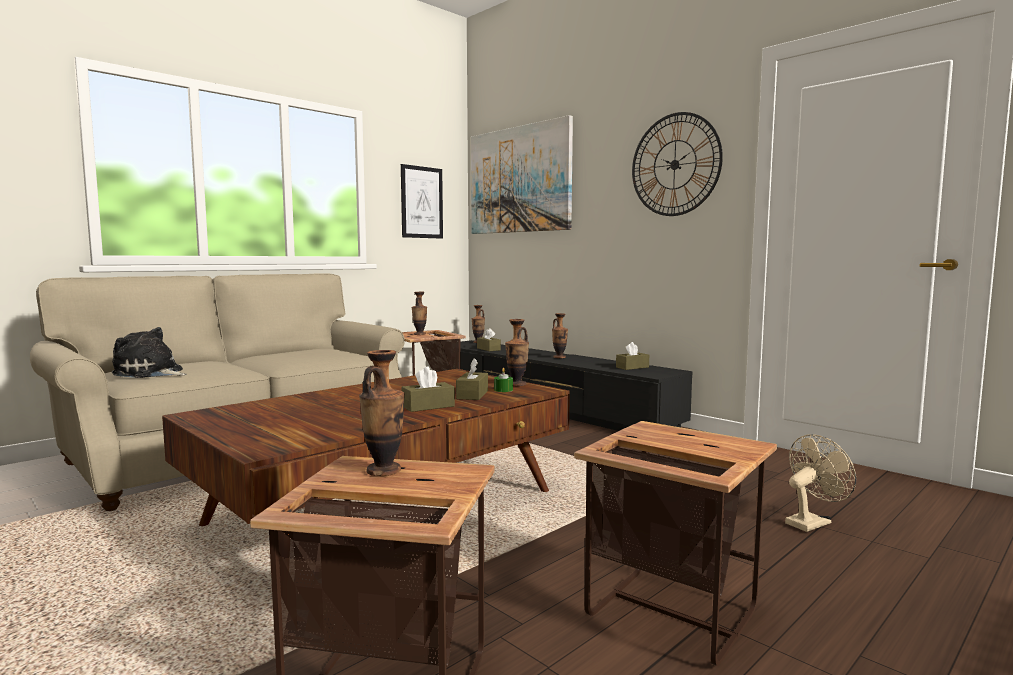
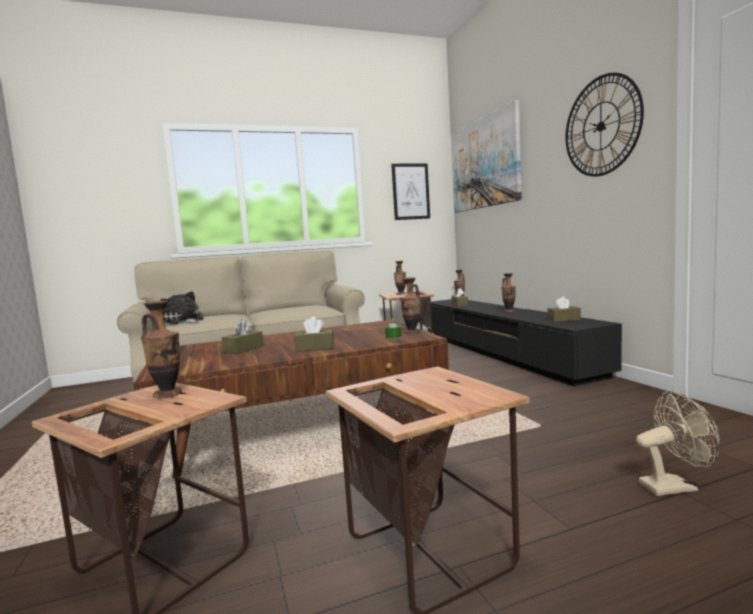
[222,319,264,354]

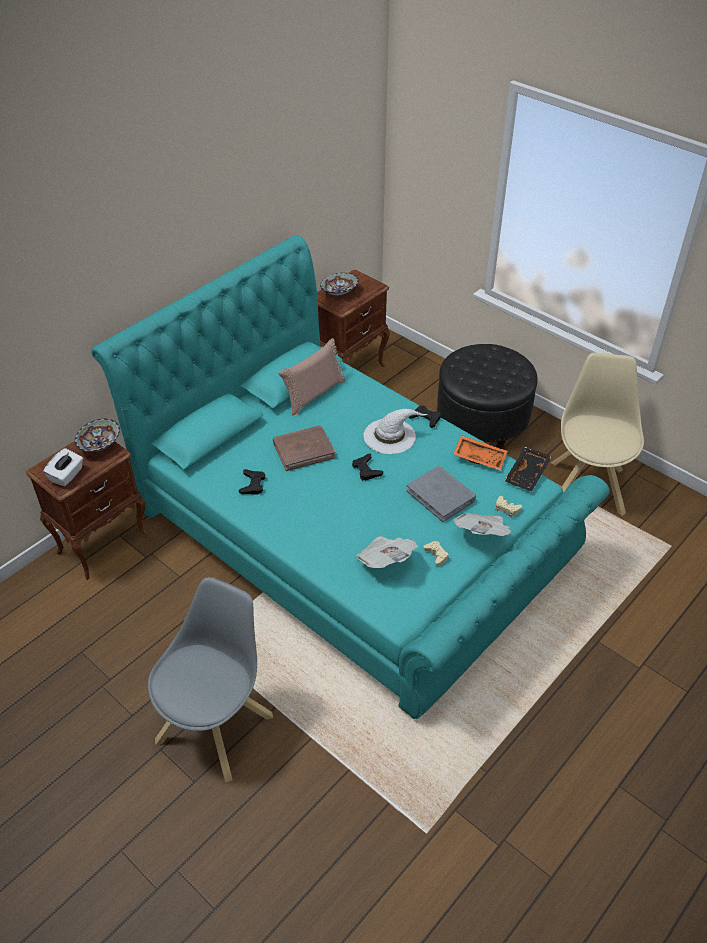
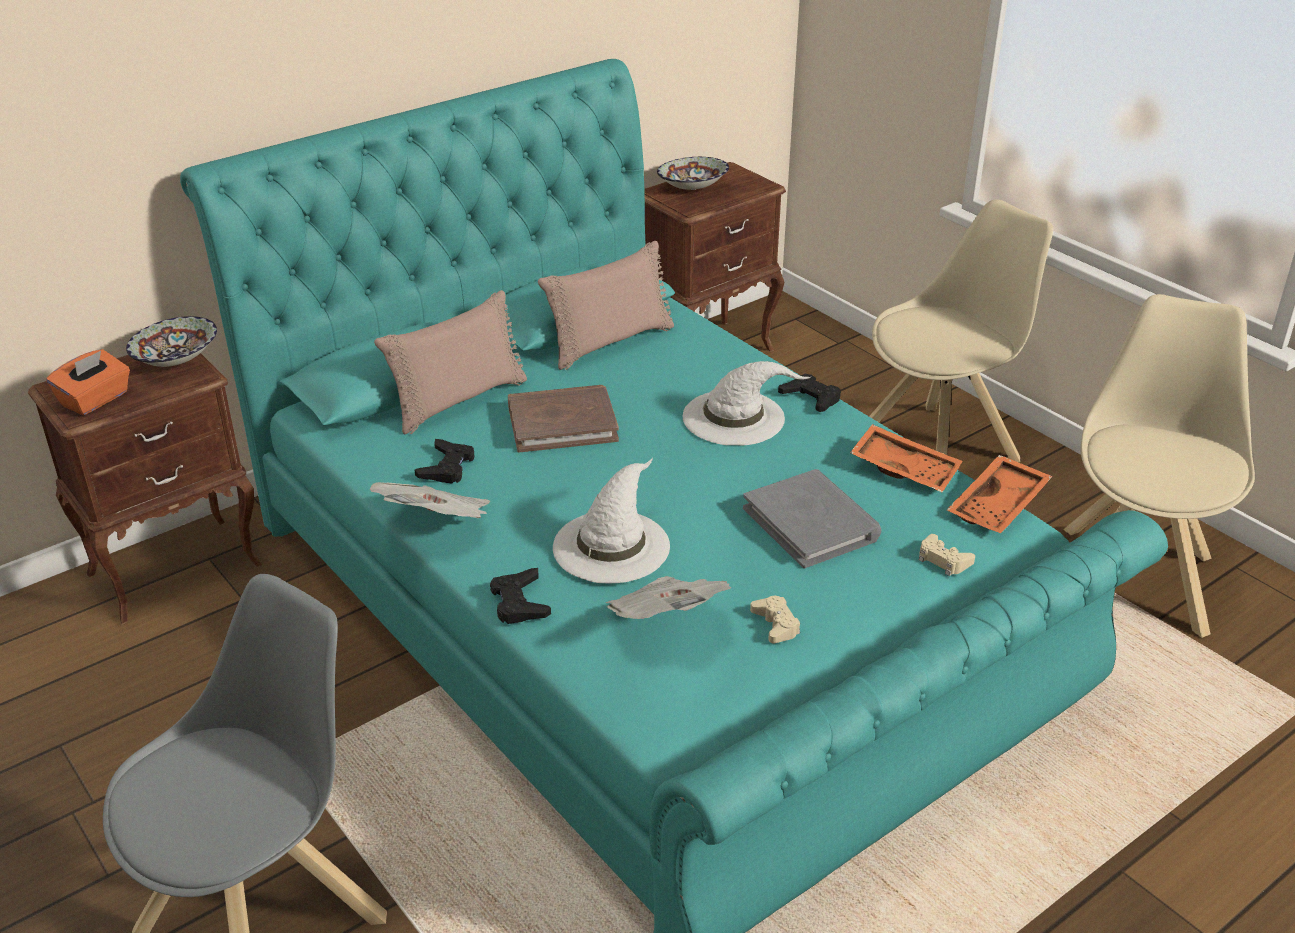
[46,349,130,415]
[490,568,551,624]
[869,199,1053,462]
[370,482,490,518]
[946,455,1053,533]
[374,290,527,434]
[553,458,670,584]

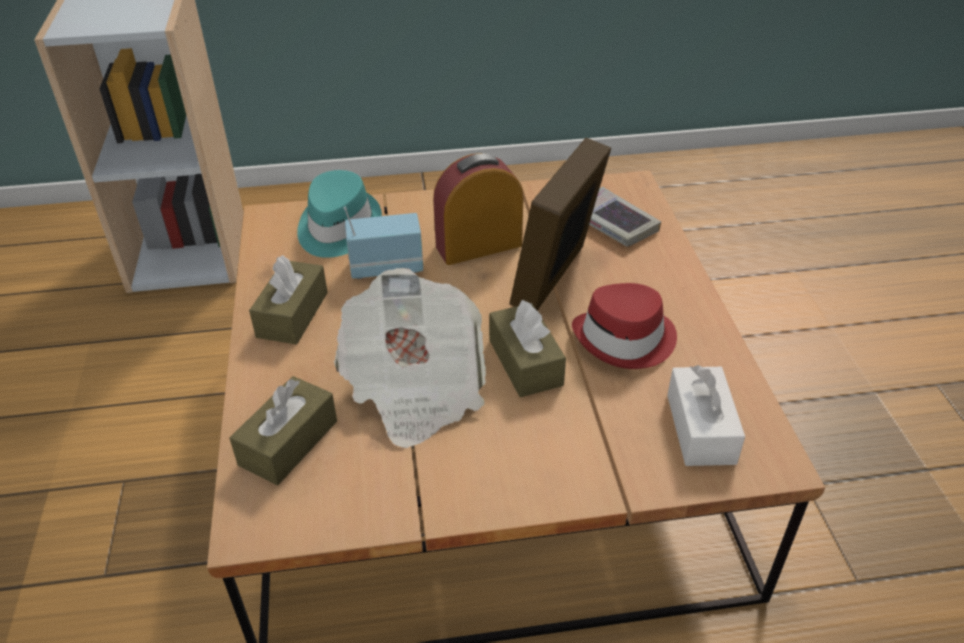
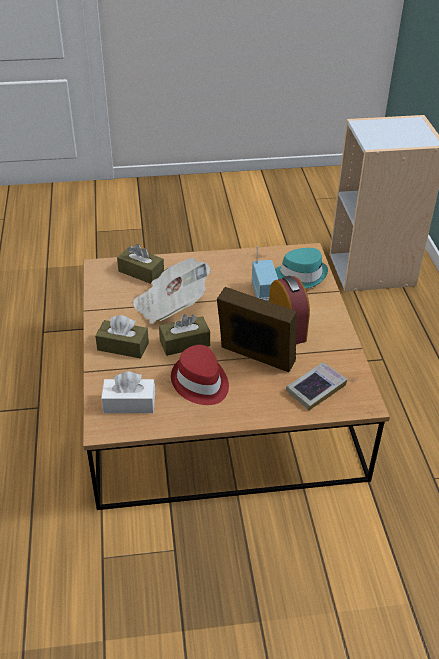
[95,315,149,359]

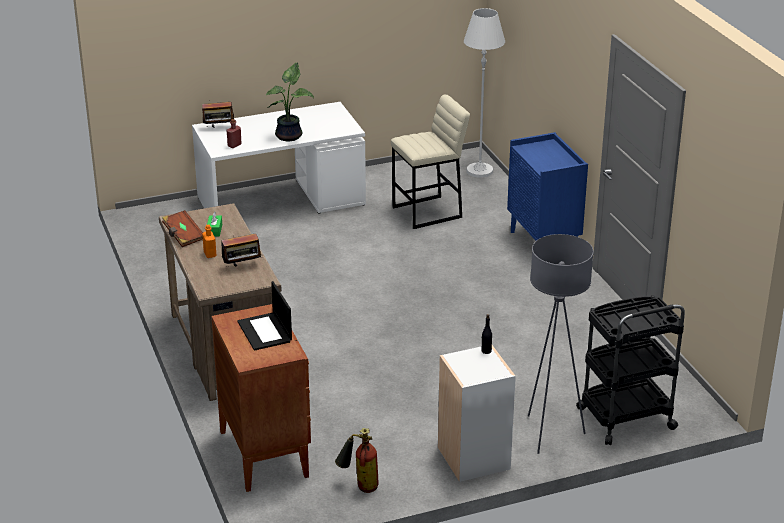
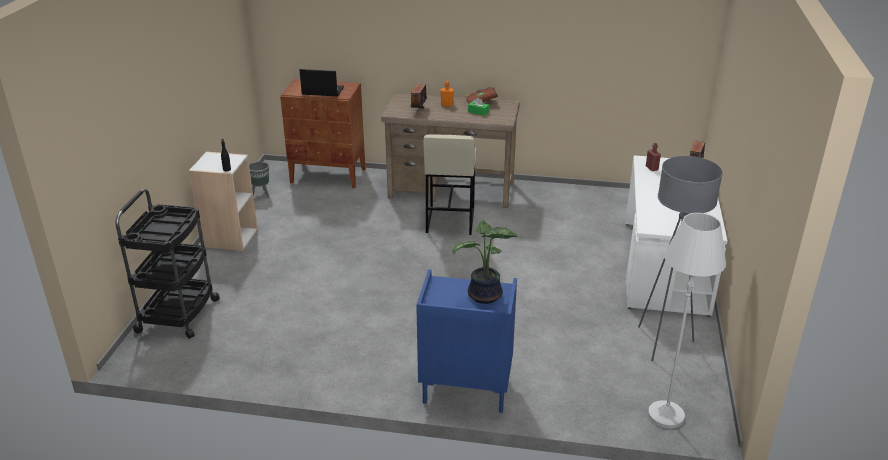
[452,221,519,304]
[249,162,269,198]
[423,135,476,235]
[638,156,723,361]

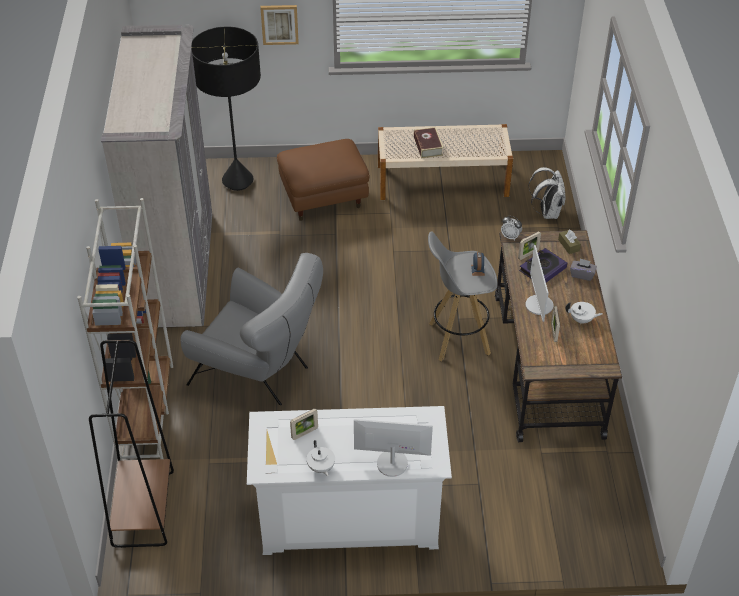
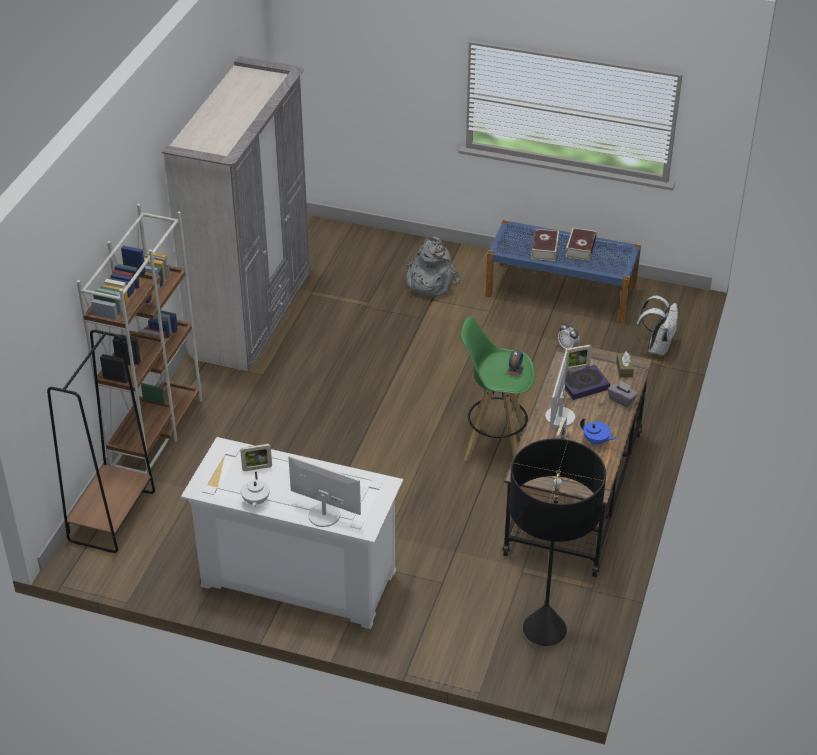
[180,253,323,405] (first image)
[509,438,606,646]
[260,5,299,45] (first image)
[405,237,460,297]
[485,220,641,324]
[461,316,535,462]
[580,418,617,445]
[566,228,597,261]

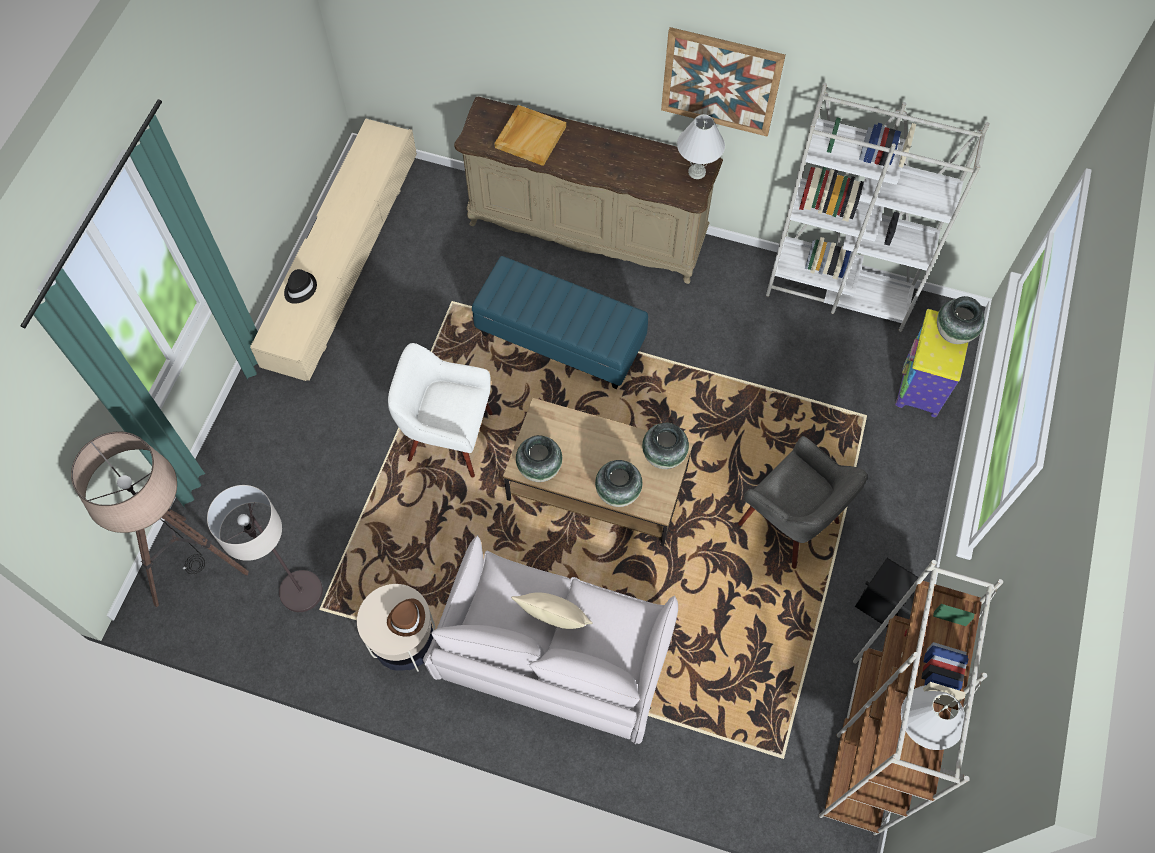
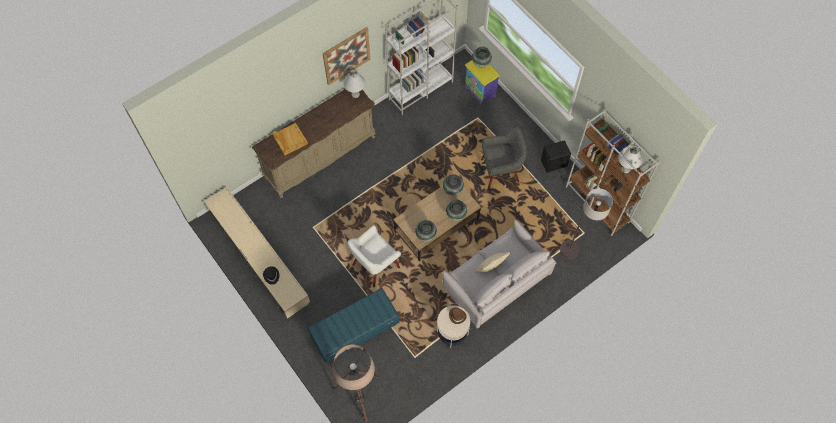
[560,188,613,259]
[308,288,400,363]

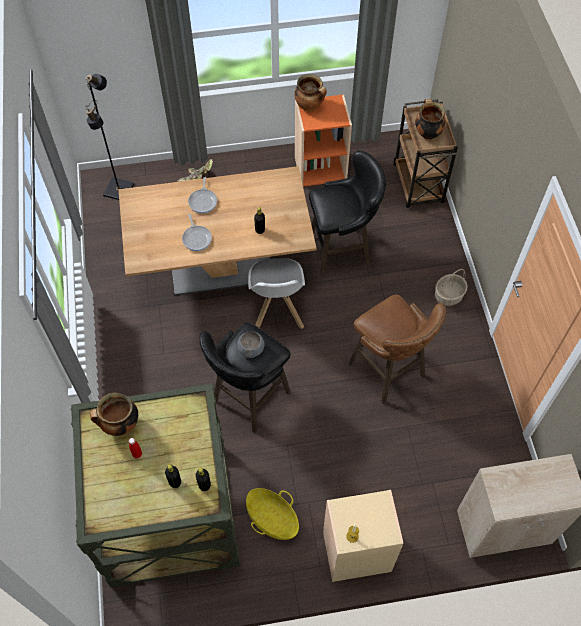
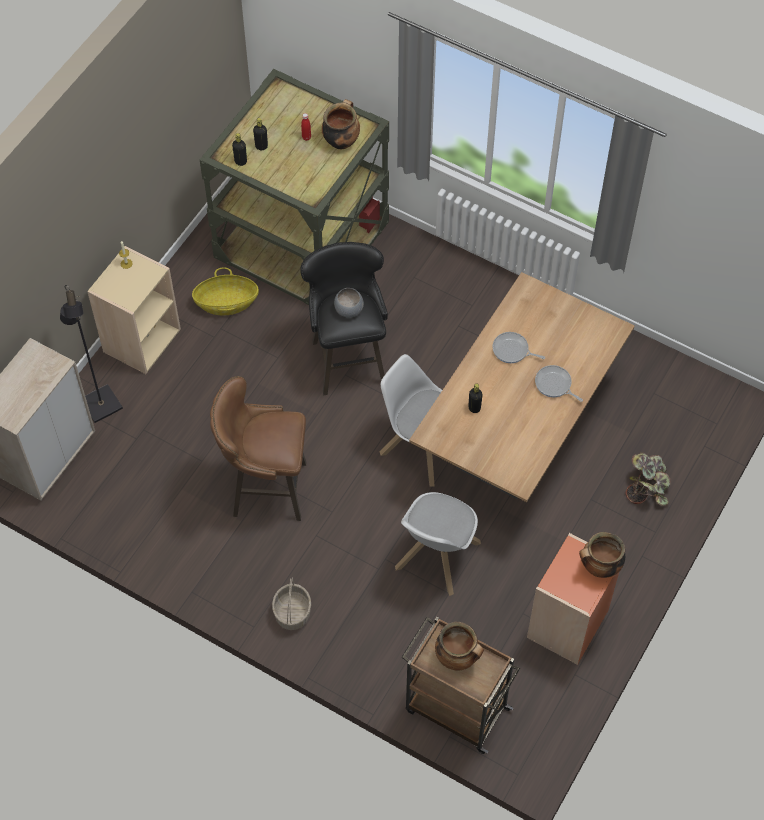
[60,285,123,423]
[395,492,481,596]

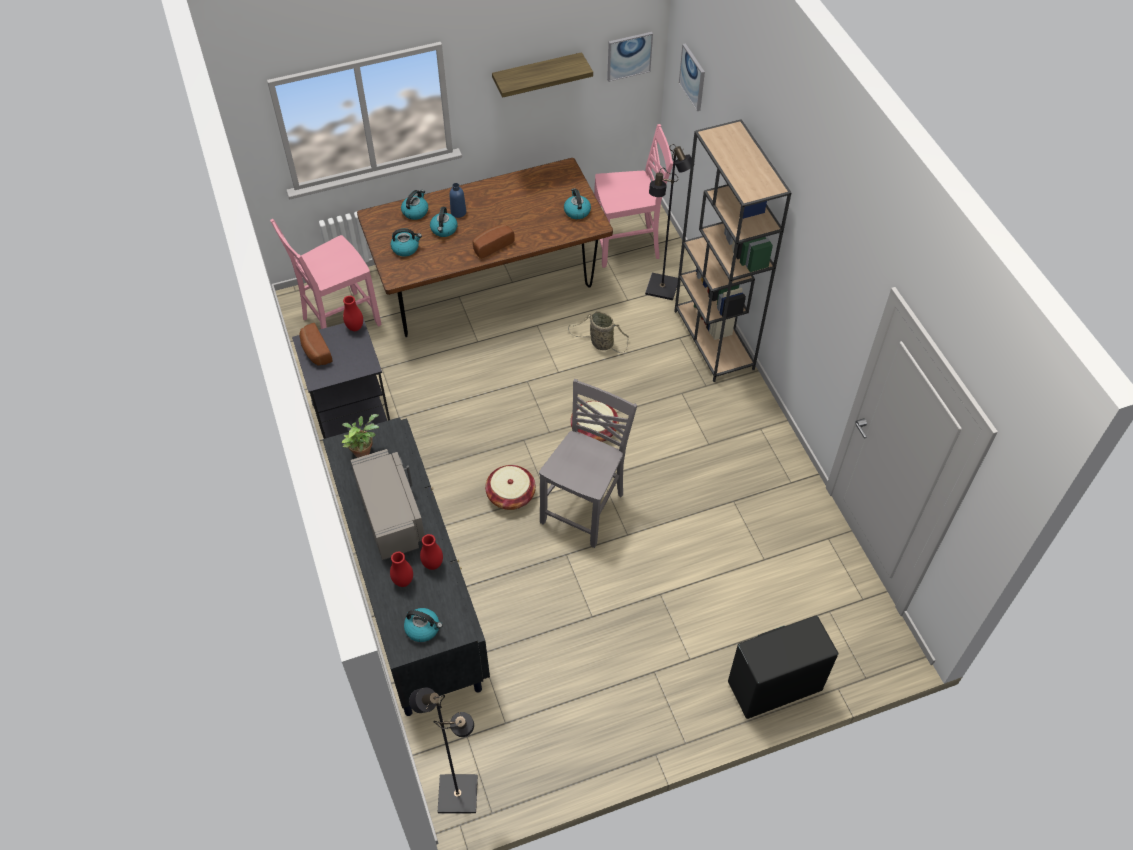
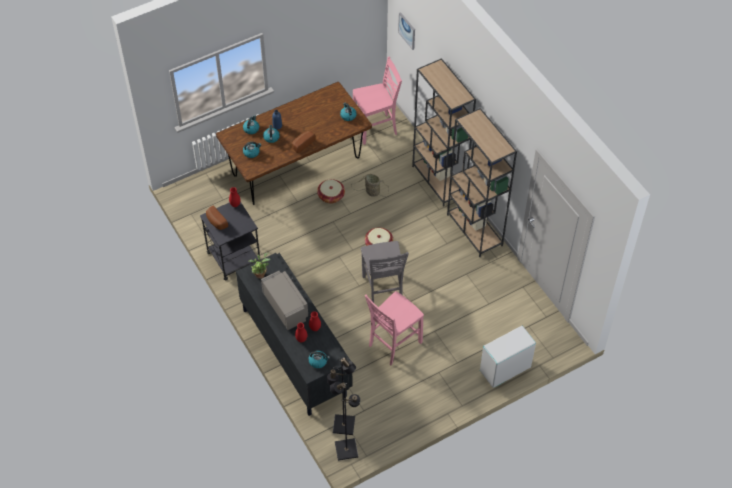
[365,291,424,365]
[317,179,345,204]
[492,52,593,98] (first image)
[361,241,409,303]
[607,32,653,82] (first image)
[327,358,356,435]
[480,326,536,388]
[447,108,517,257]

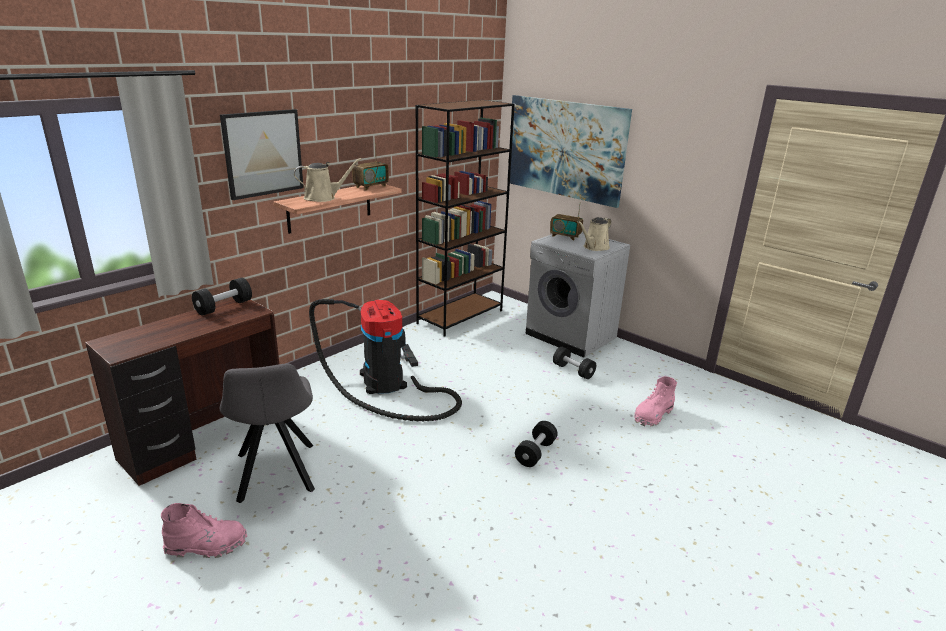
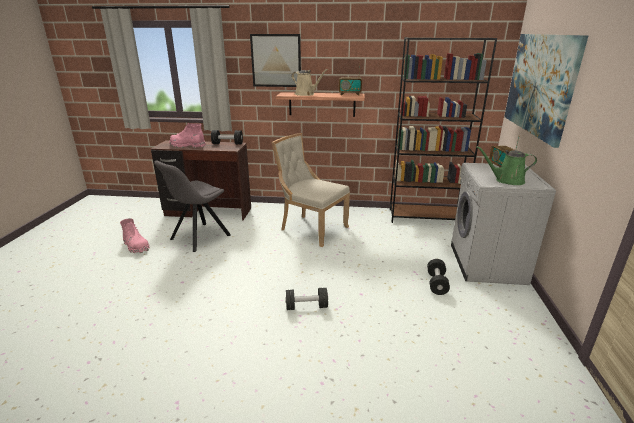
[272,133,350,247]
[476,146,537,185]
[169,123,206,148]

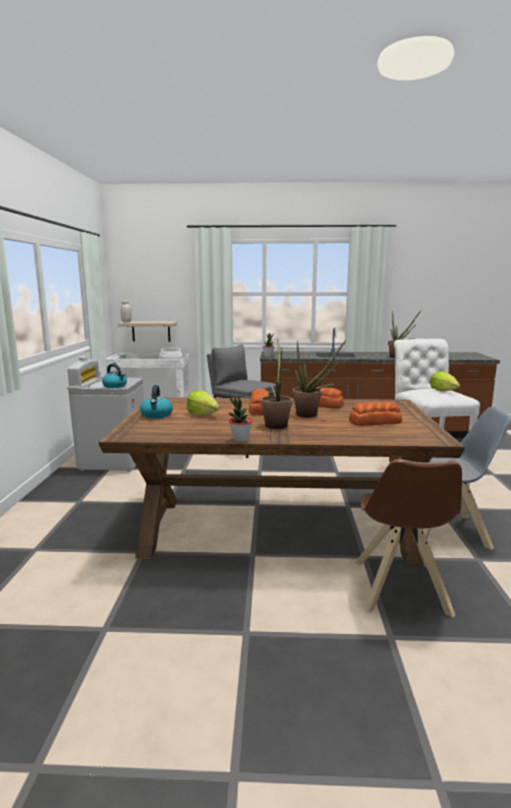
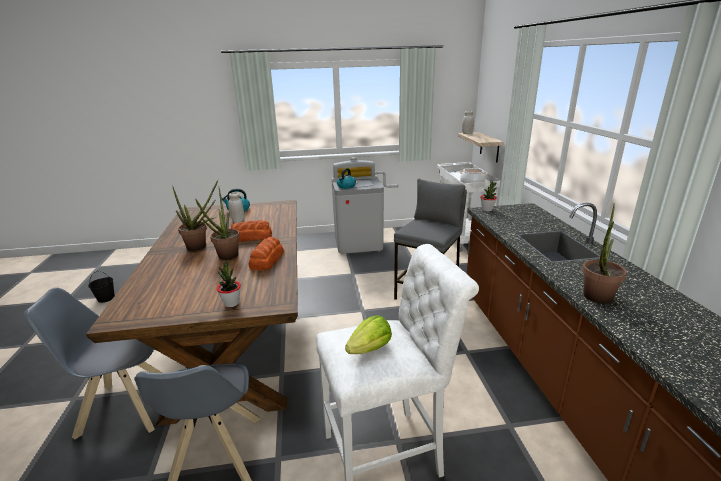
[228,192,244,223]
[217,260,241,307]
[349,401,402,426] (first image)
[23,287,162,440]
[88,271,115,303]

